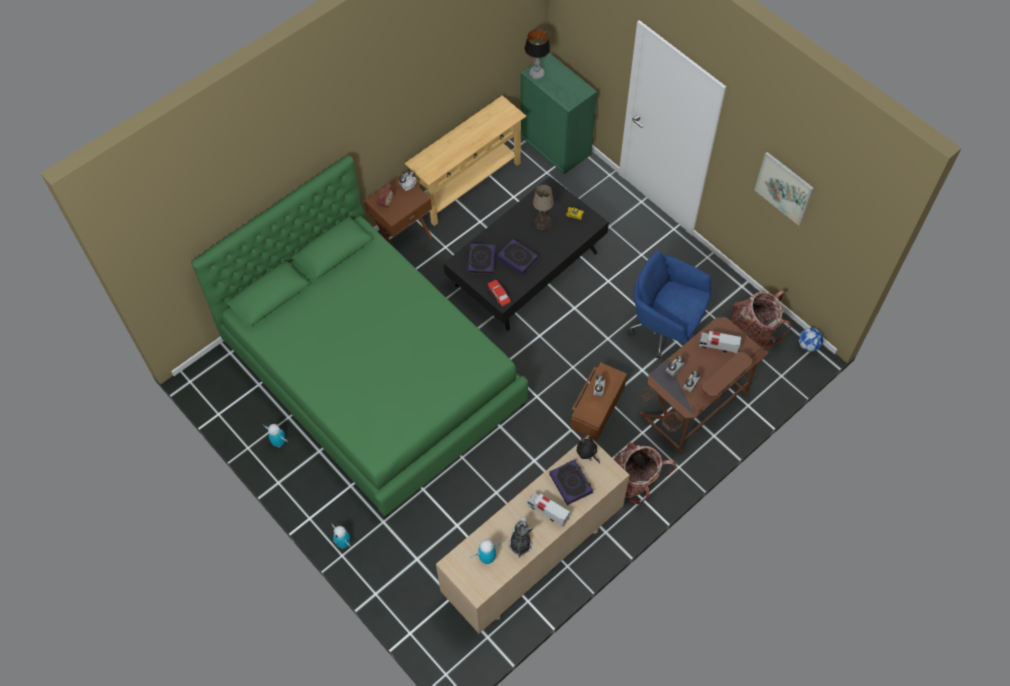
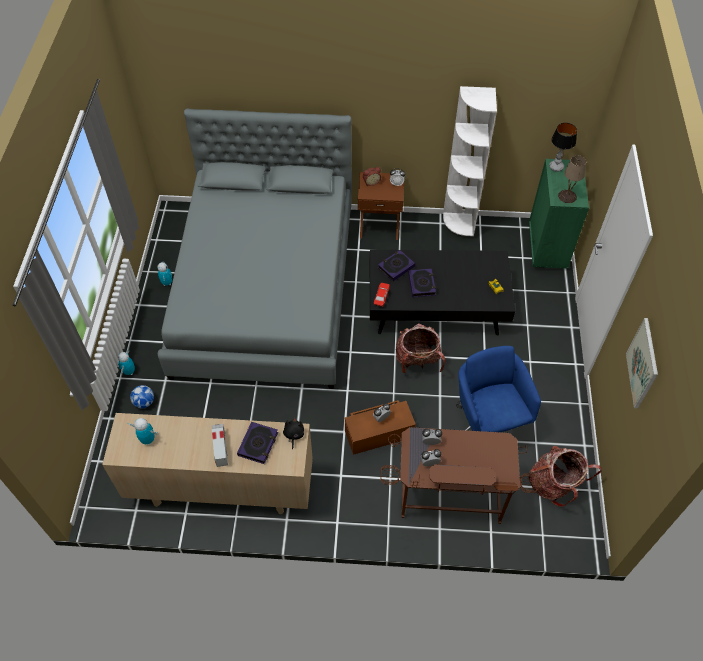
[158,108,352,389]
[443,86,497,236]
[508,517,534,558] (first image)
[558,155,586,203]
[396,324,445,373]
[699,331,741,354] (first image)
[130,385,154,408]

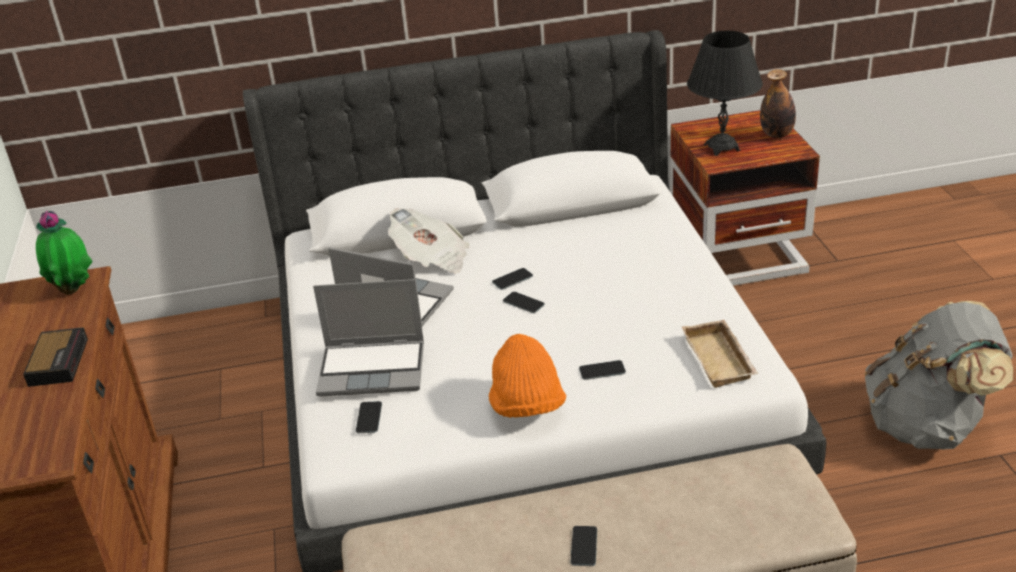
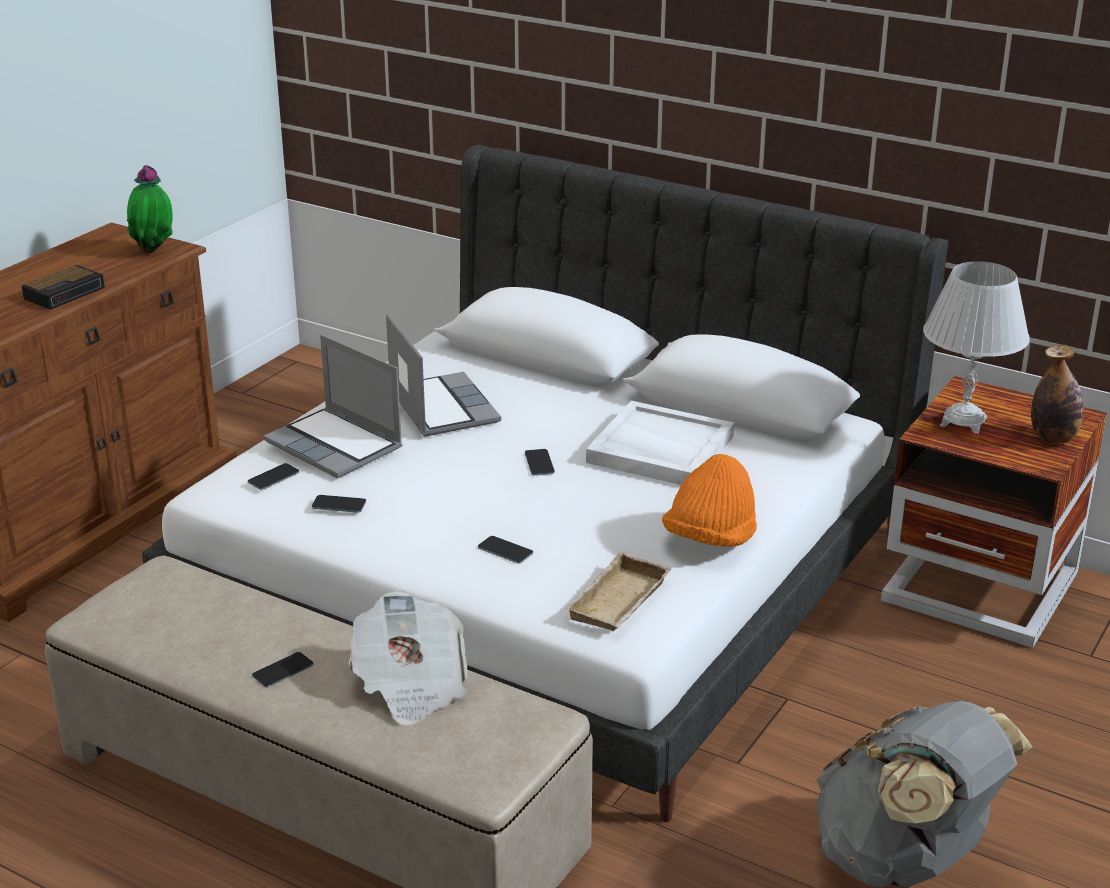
[349,591,467,726]
[662,454,757,547]
[312,495,366,513]
[923,261,1030,434]
[586,401,734,485]

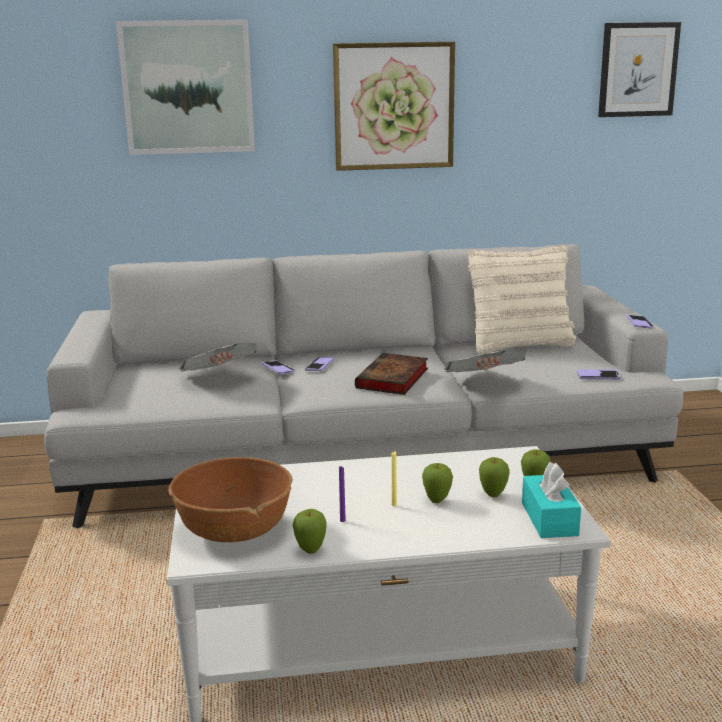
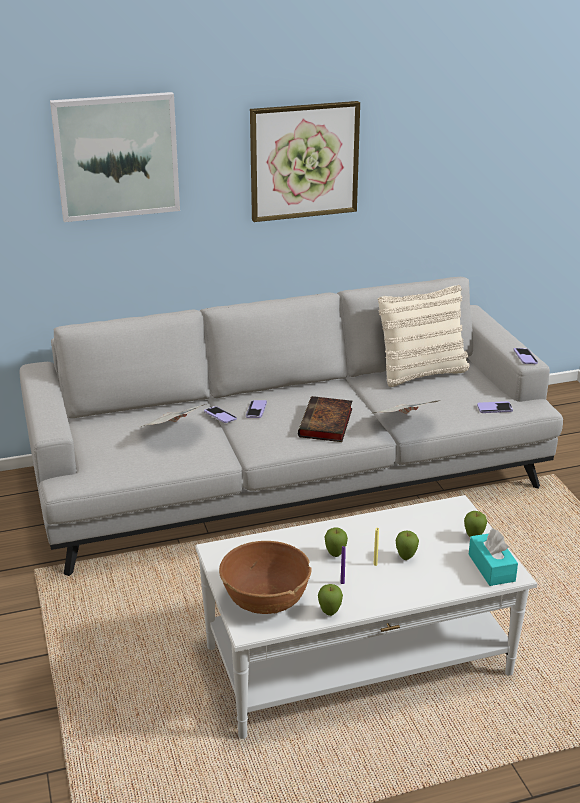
[324,527,348,557]
[598,22,681,117] (first image)

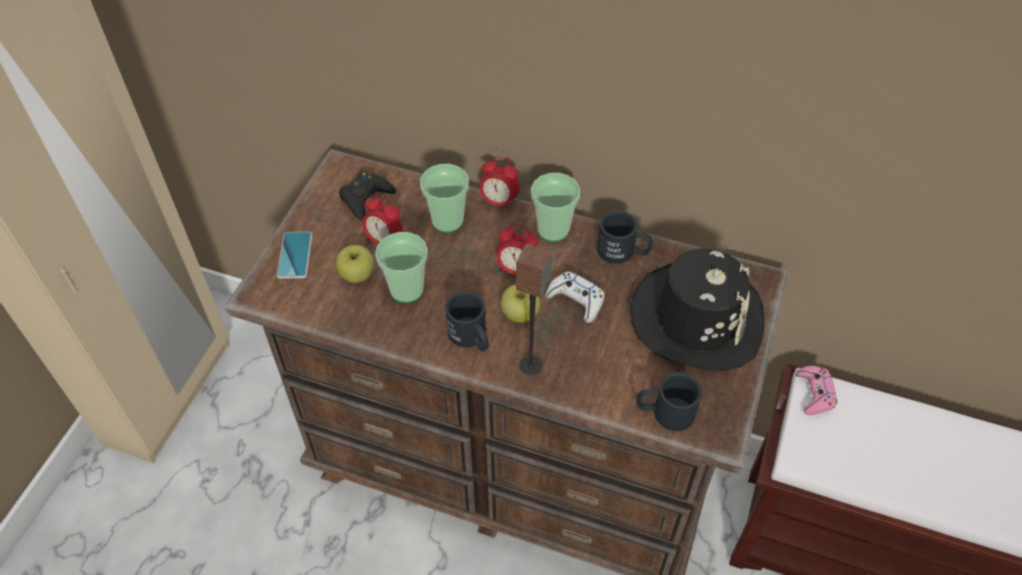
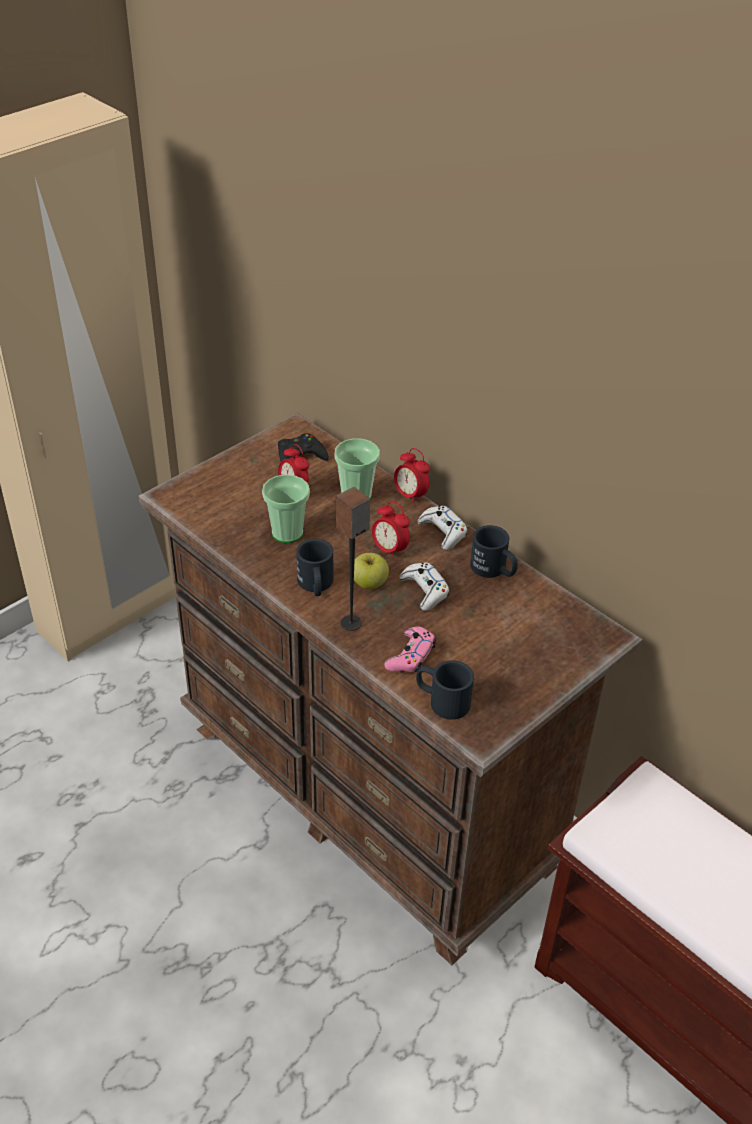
[277,232,313,279] (first image)
[336,245,374,283] (first image)
[418,506,467,550]
[630,248,764,371] (first image)
[384,627,436,673]

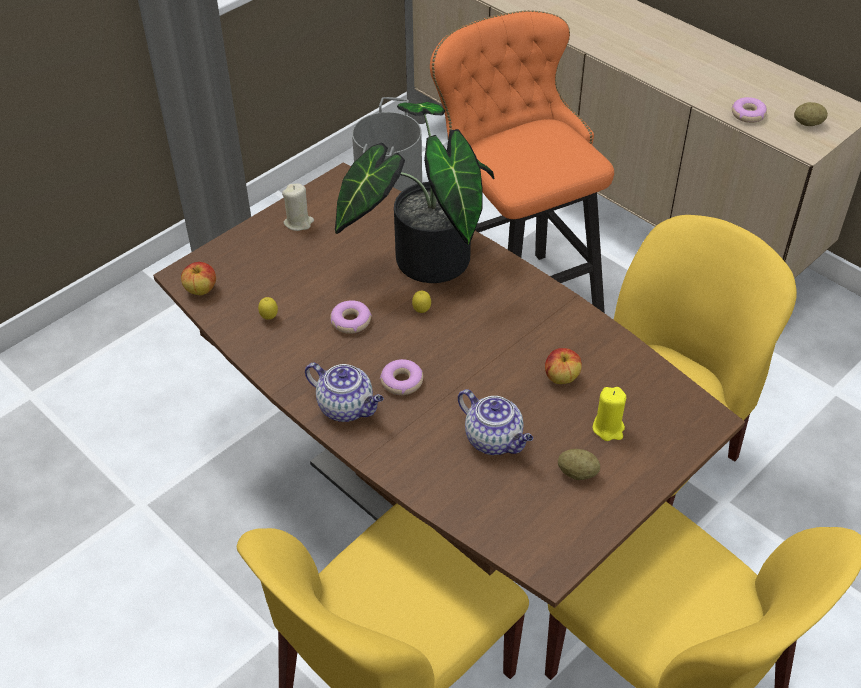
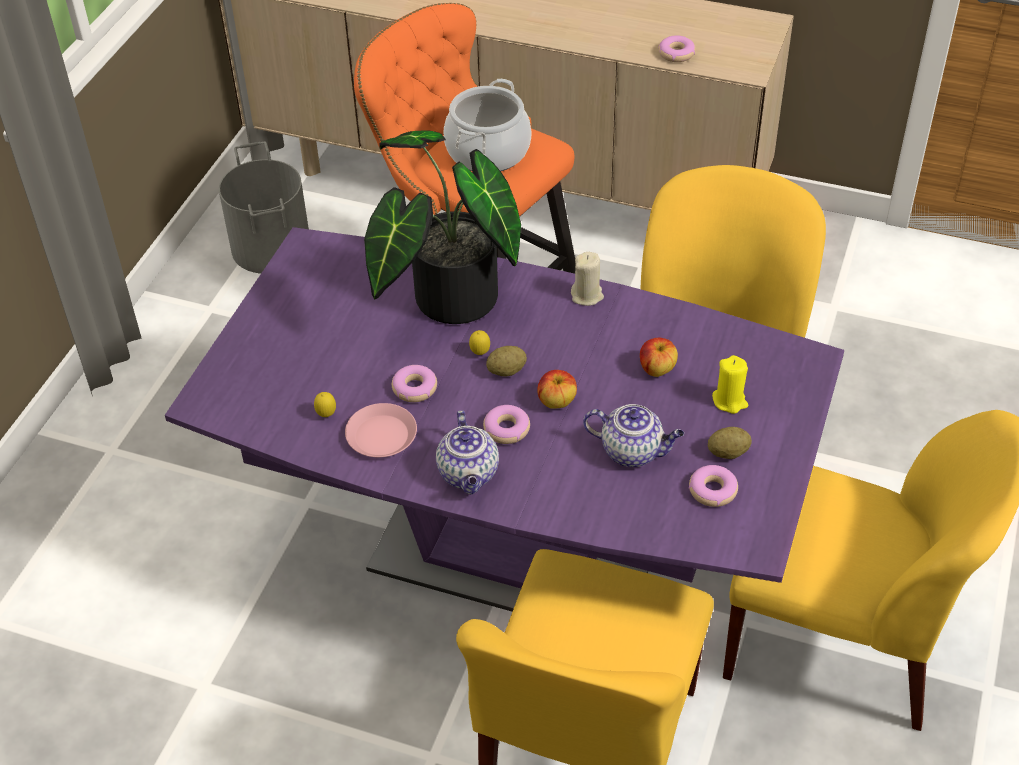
[165,227,844,612]
[537,370,577,409]
[571,252,604,306]
[436,410,499,494]
[486,346,527,377]
[345,403,417,457]
[443,79,531,171]
[689,465,738,507]

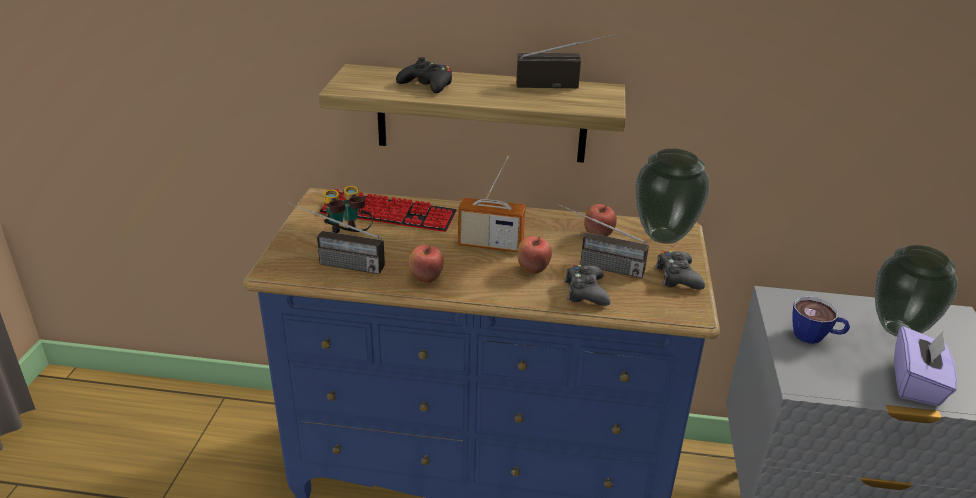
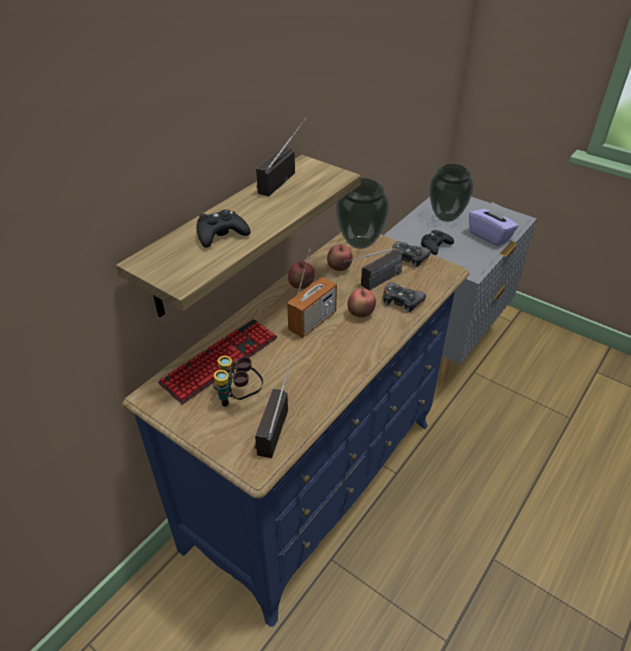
[254,351,294,458]
[288,261,315,289]
[421,230,454,255]

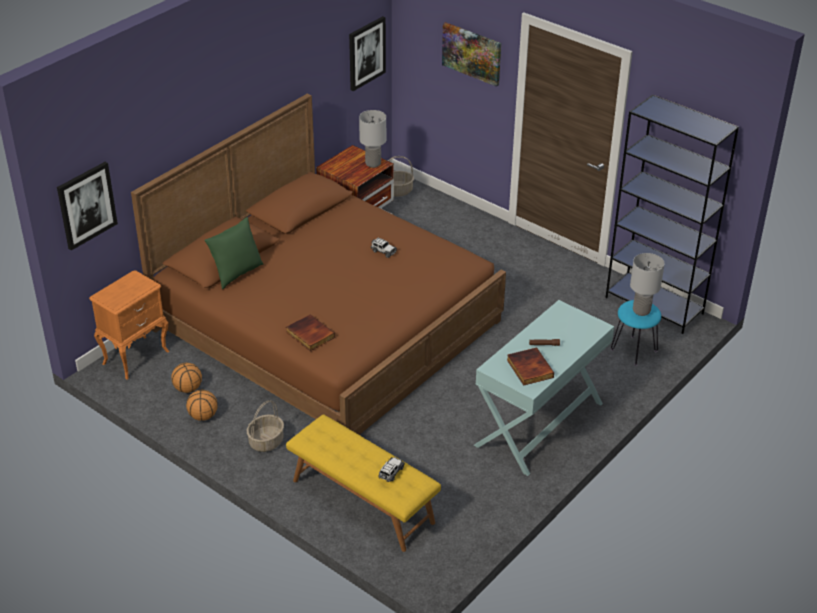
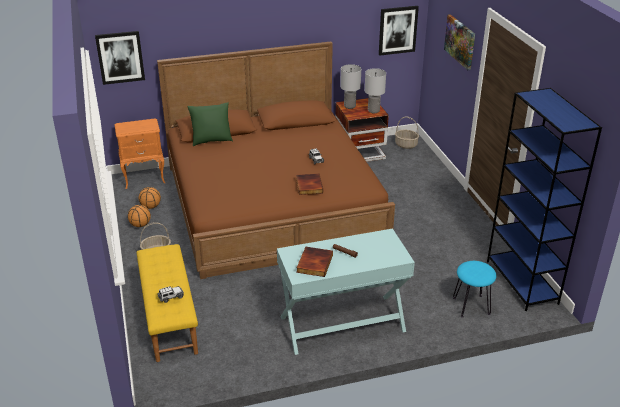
[296,174,323,195]
[340,64,361,109]

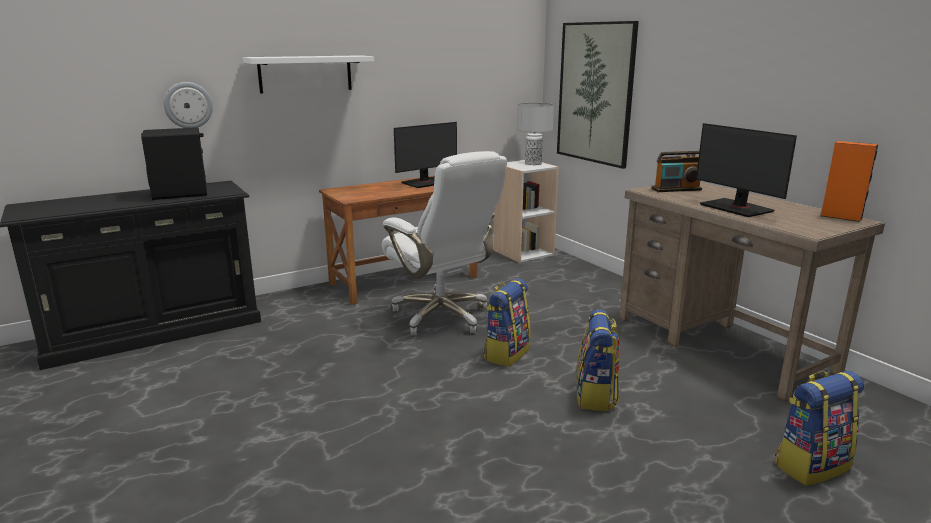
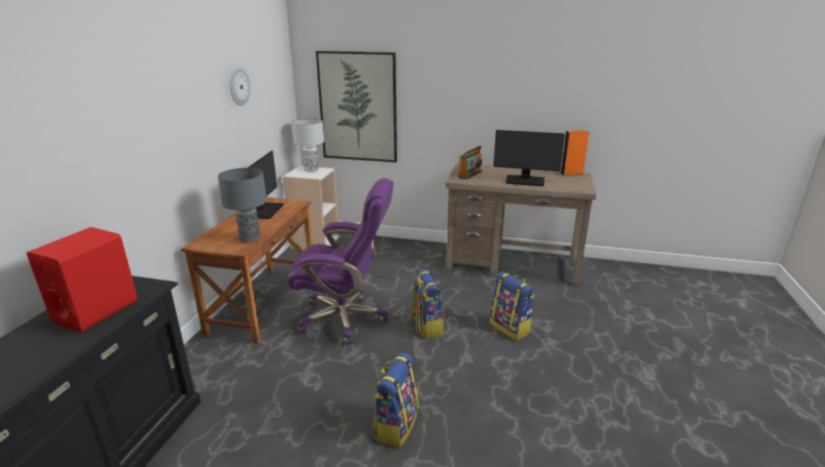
[27,227,138,332]
[230,68,250,105]
[243,55,374,94] (first image)
[288,178,394,345]
[372,353,418,447]
[218,168,267,242]

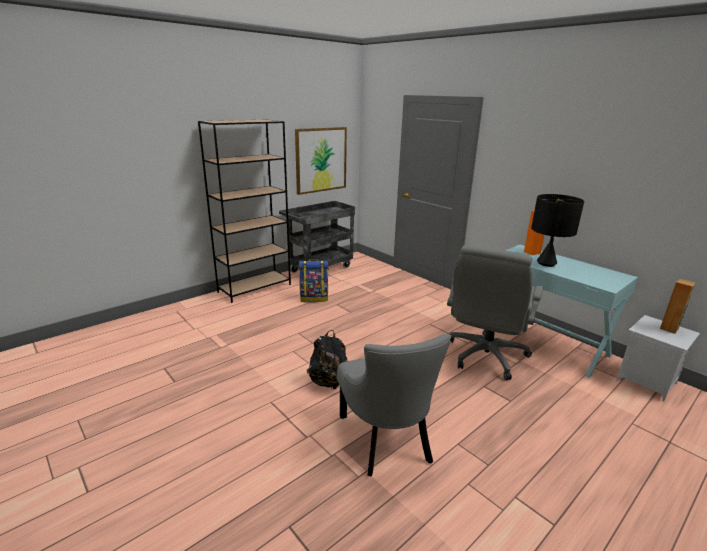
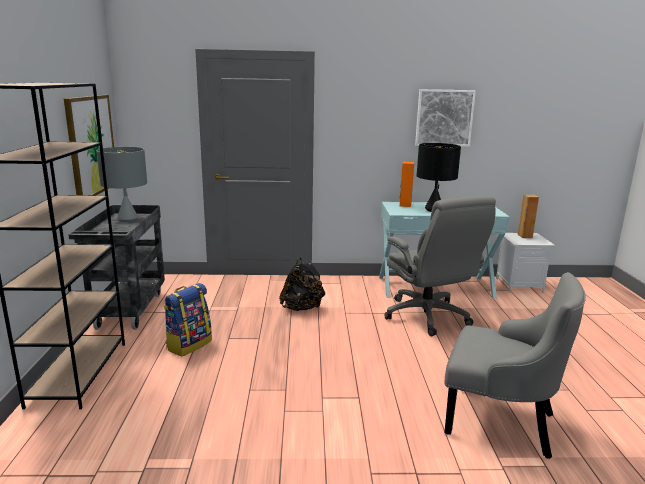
[279,258,325,311]
[96,147,147,222]
[415,89,476,147]

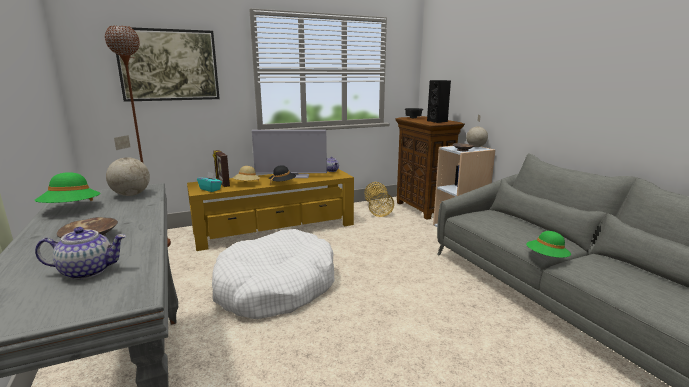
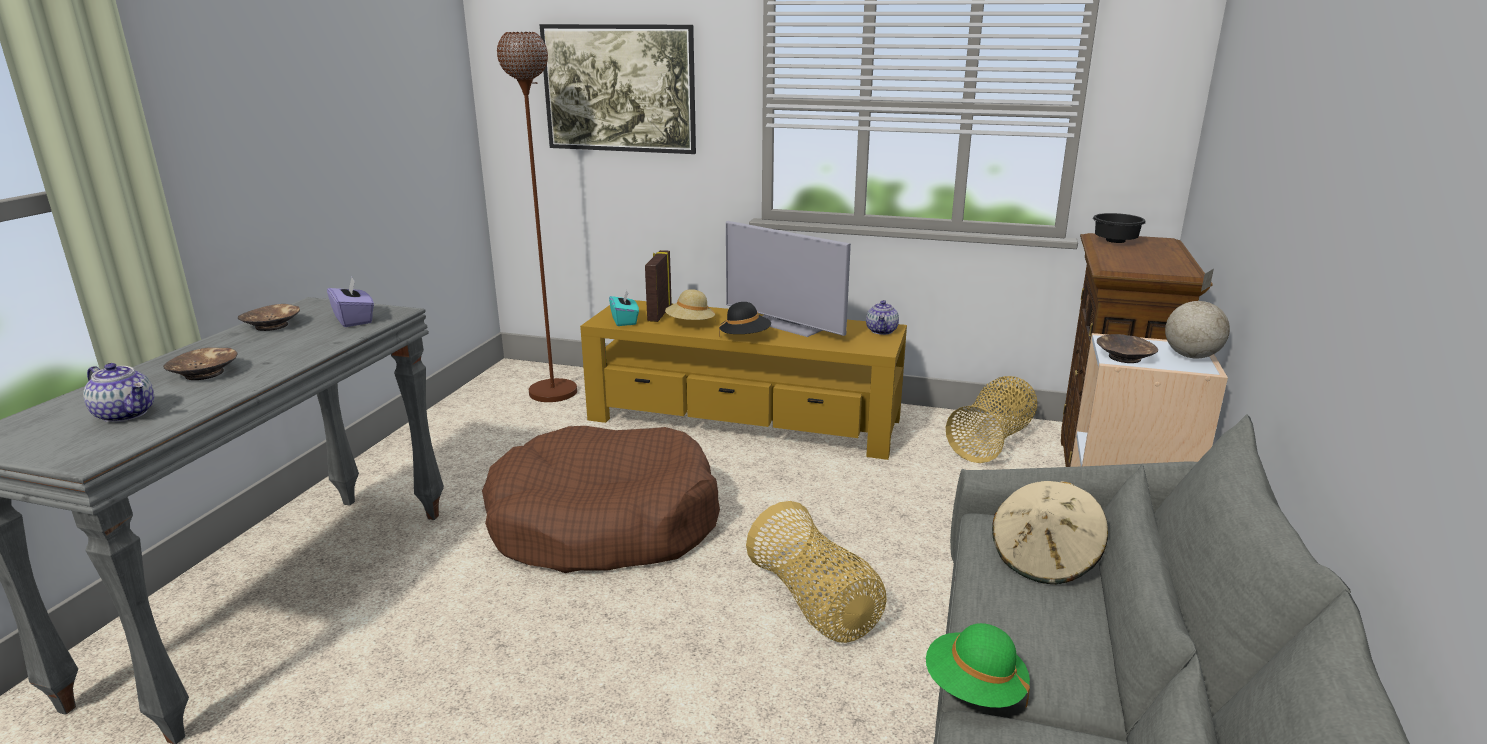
[238,304,300,331]
[327,277,374,327]
[482,426,720,573]
[427,80,451,123] (first image)
[746,501,887,643]
[992,481,1108,584]

